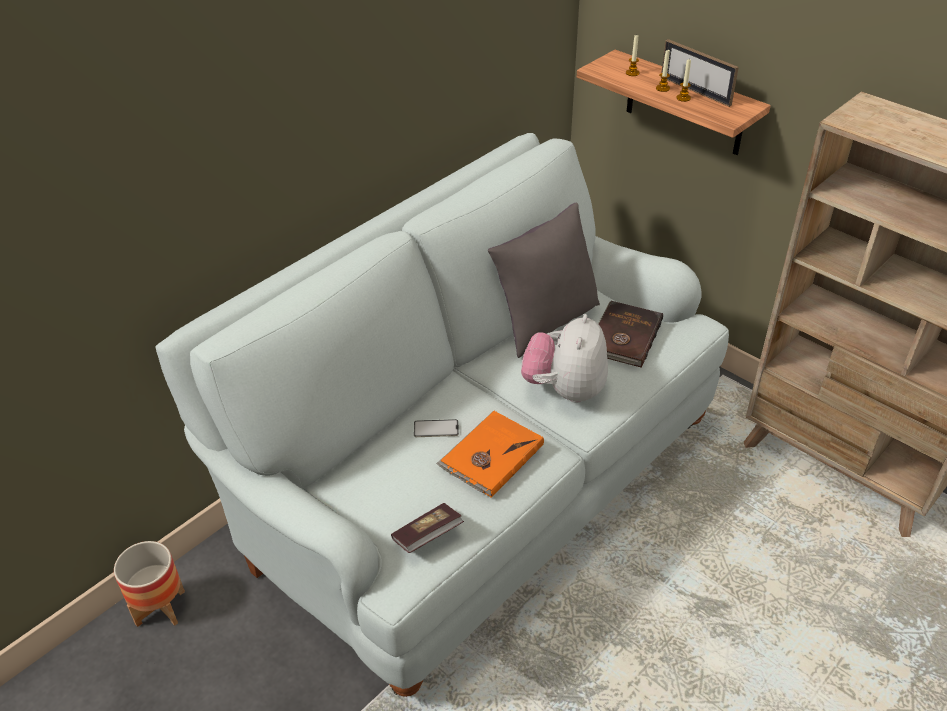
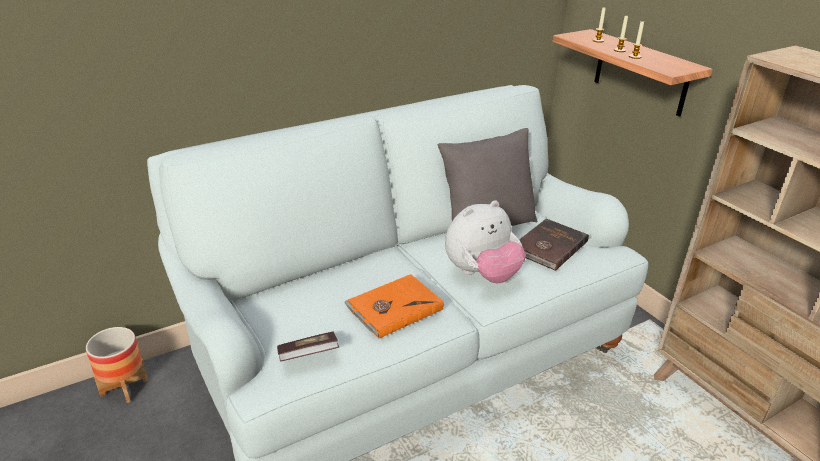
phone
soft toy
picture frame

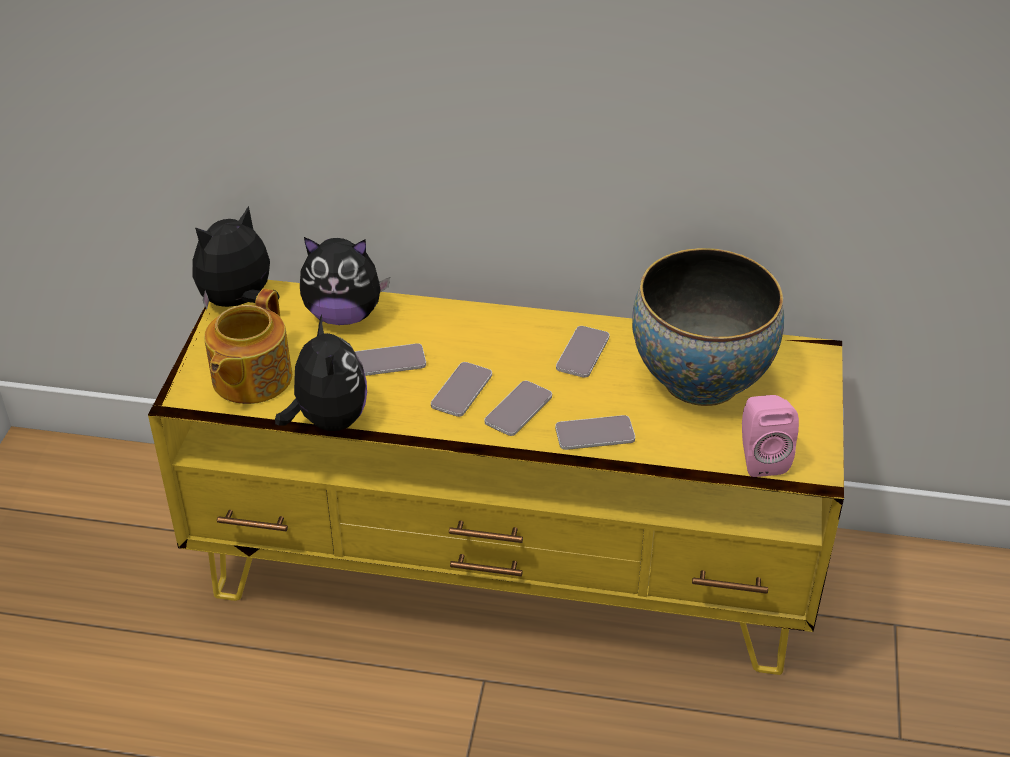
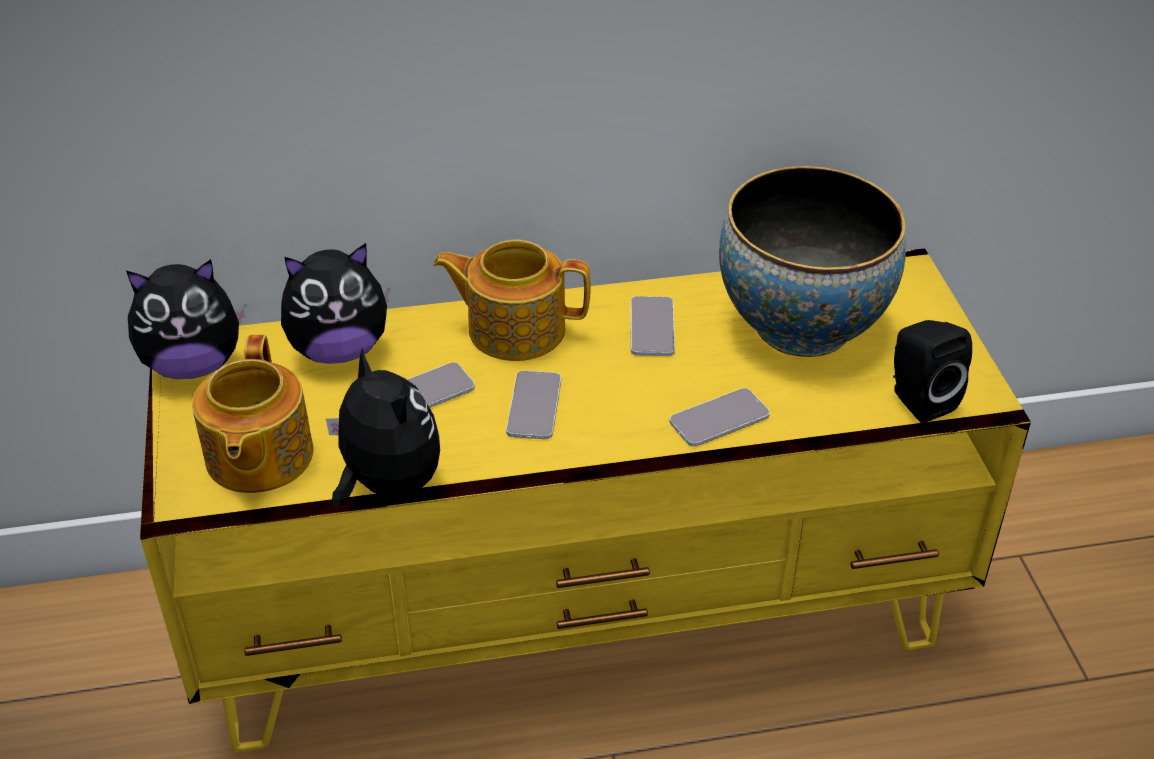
soft toy (1st from left)
phone (3rd from left in the first image)
audio speaker (blackish)
tea pot (2nd from left)

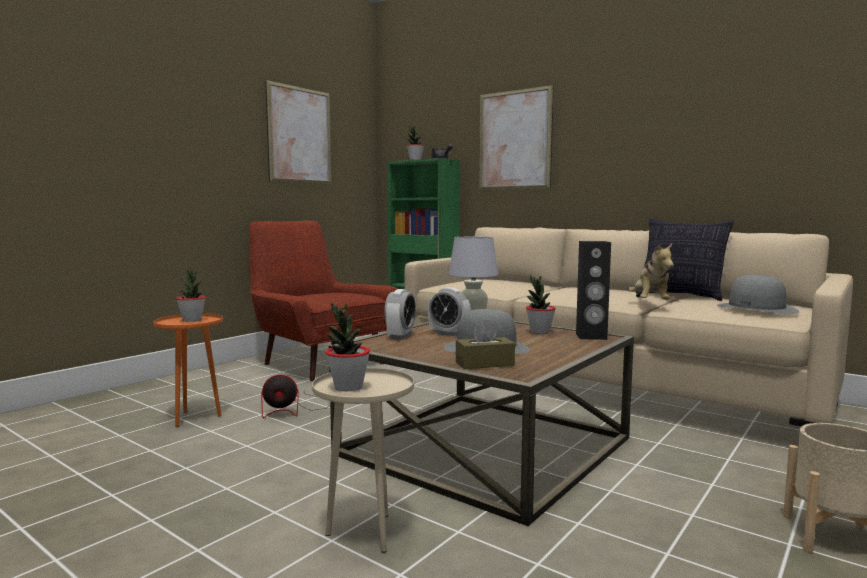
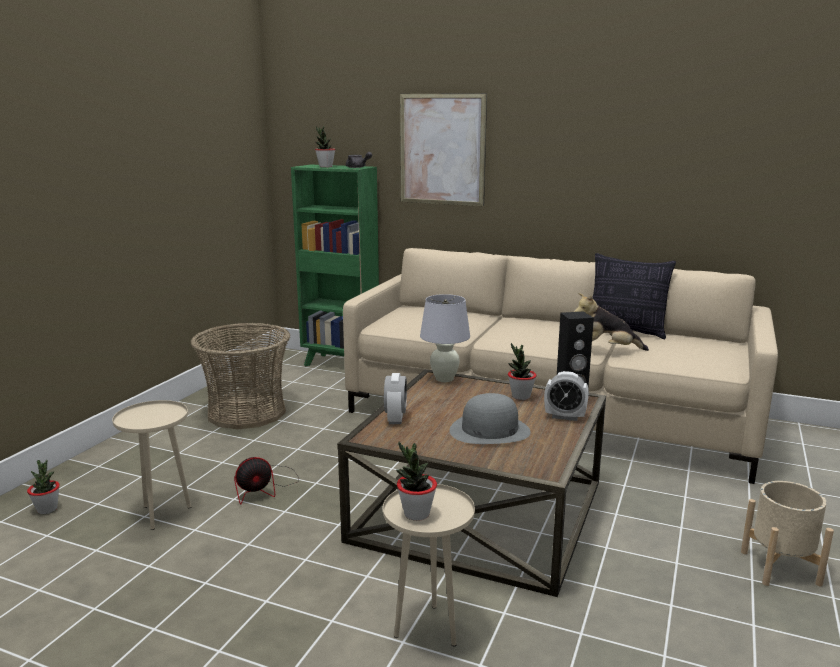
accent table (beige) (1st from left)
houseplant (1st from left)
basket
picture (1st from left in the first image)
alarm clock (2nd from left)
tissue box (brownish)
soft toy
hat (grey) (2nd from left in the first image)

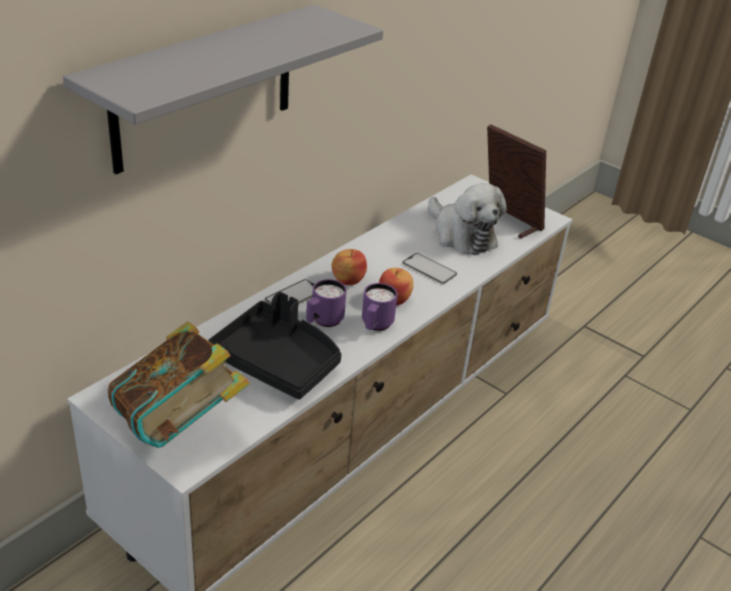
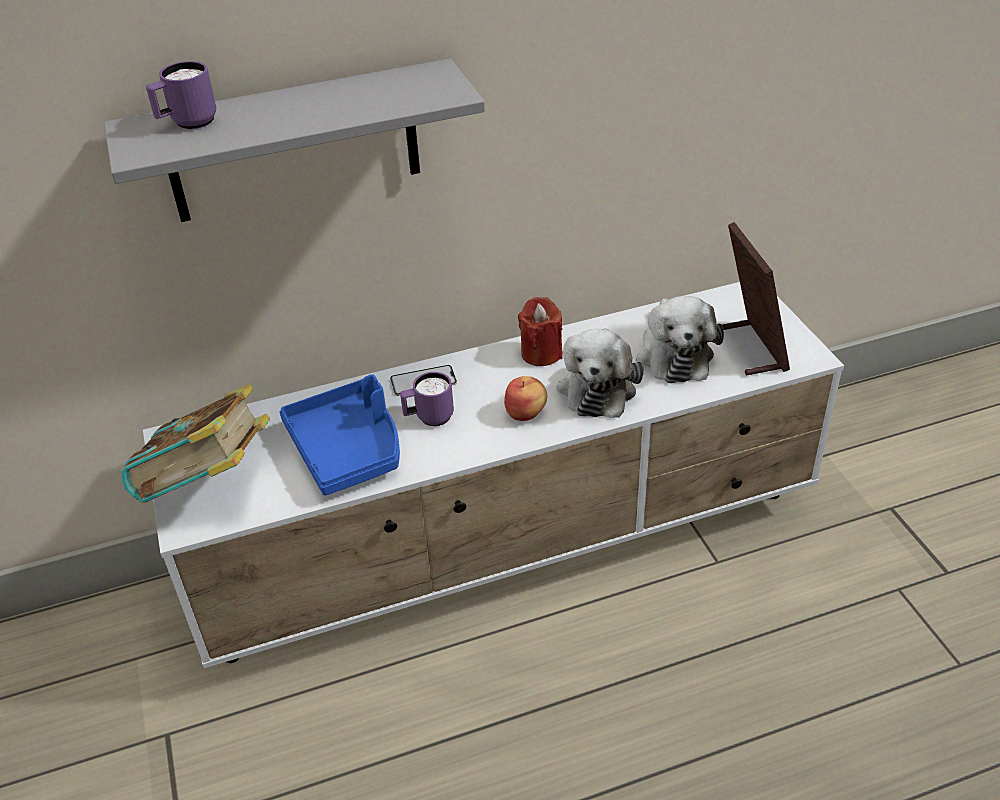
tray (blue-coloured)
apple fruit (1st from left in the first image)
mug (purple-coloured) (1st from left)
soft toy (1st from left)
wax candle (red)

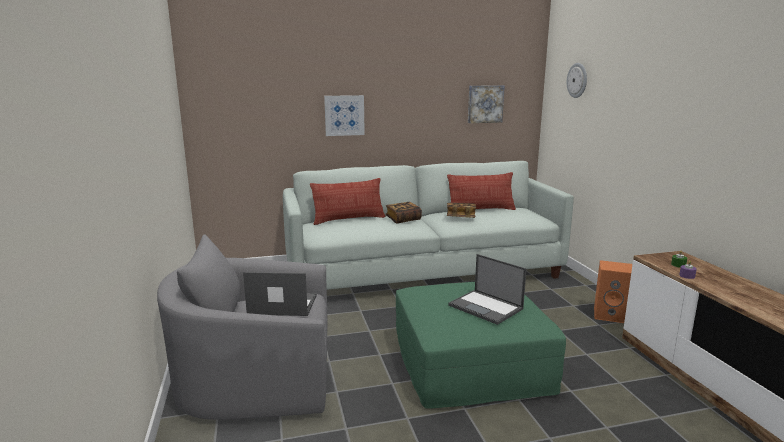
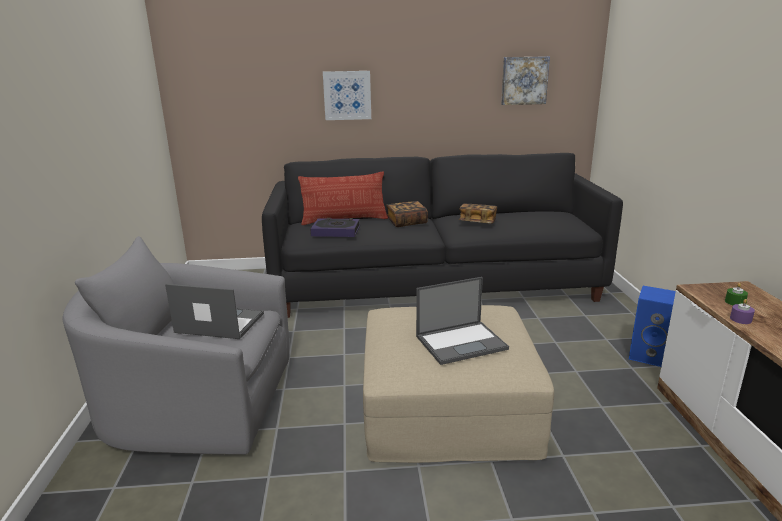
settee (blackish)
pouffe (beige)
cushion (2nd from left in the first image)
portable computer (2nd from left)
wall clock
audio speaker (blue-coloured)
bound book (1st from left)

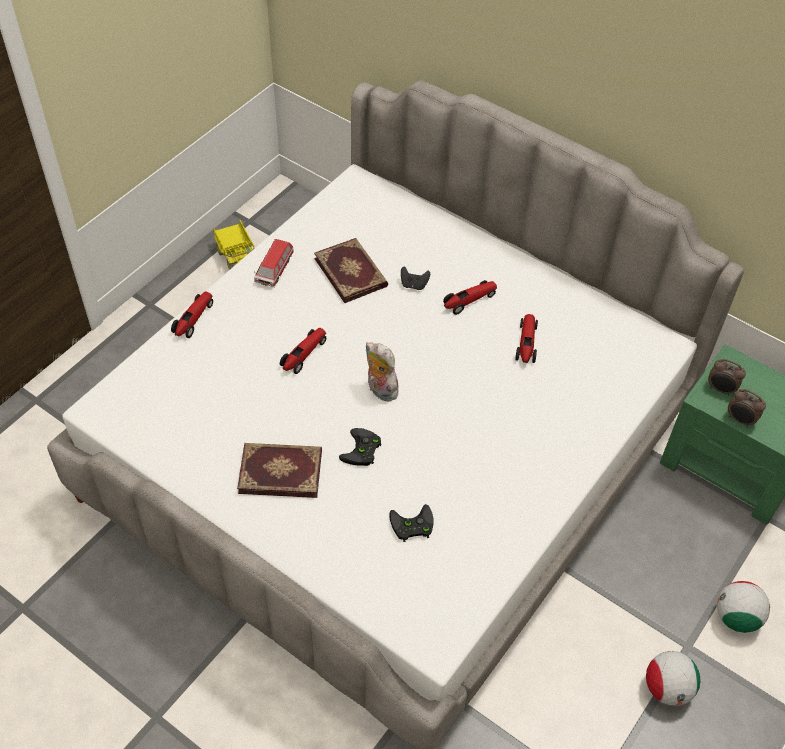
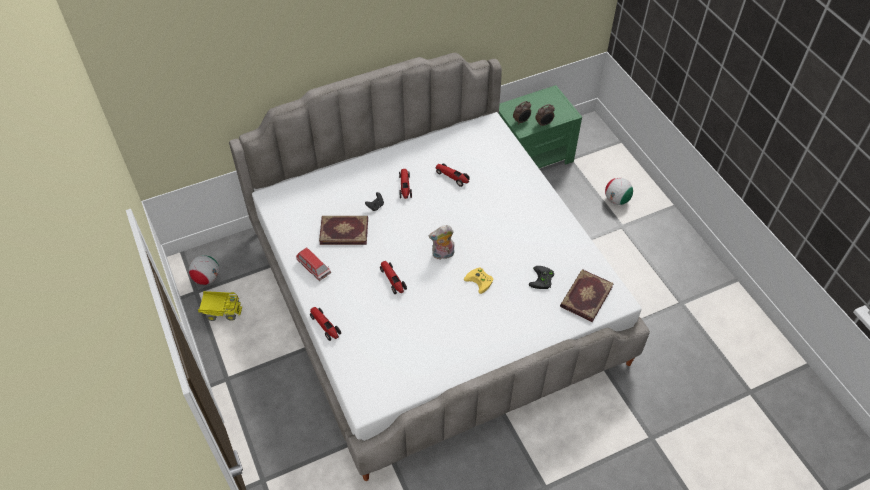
bound book (2nd from left)
joypad (yellowish)
ball for football (1st from left)

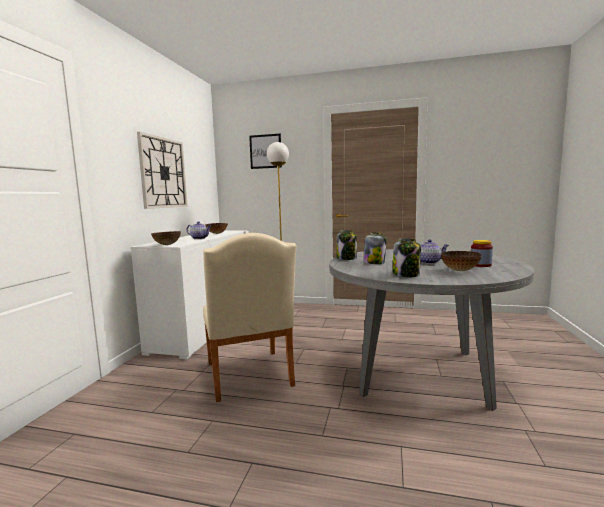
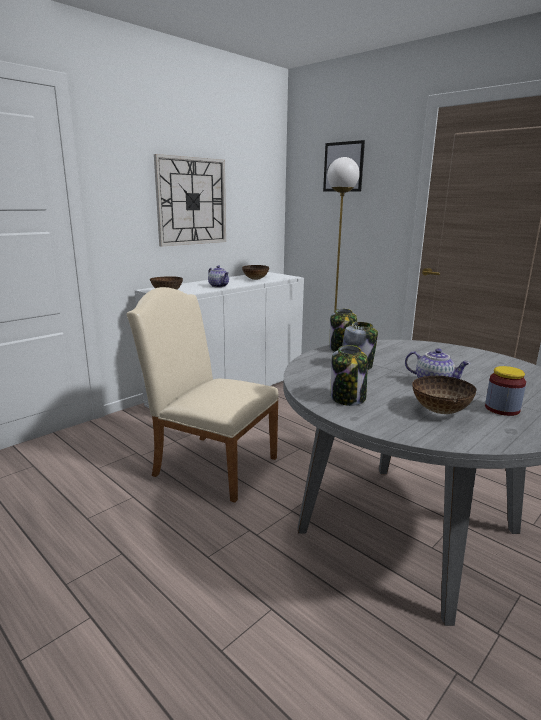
upright chair (beige)

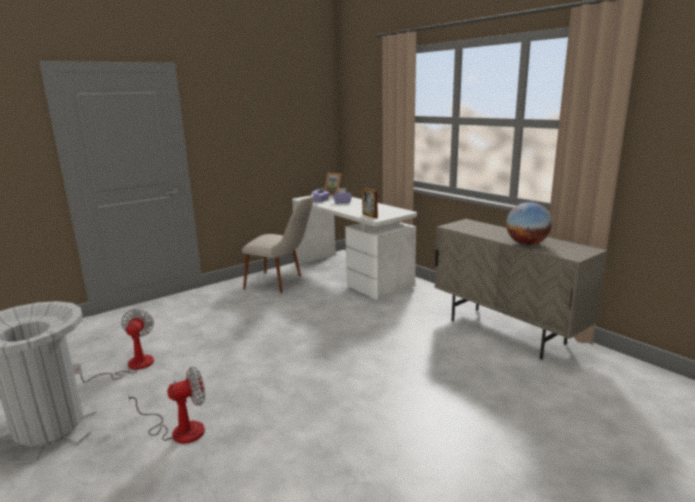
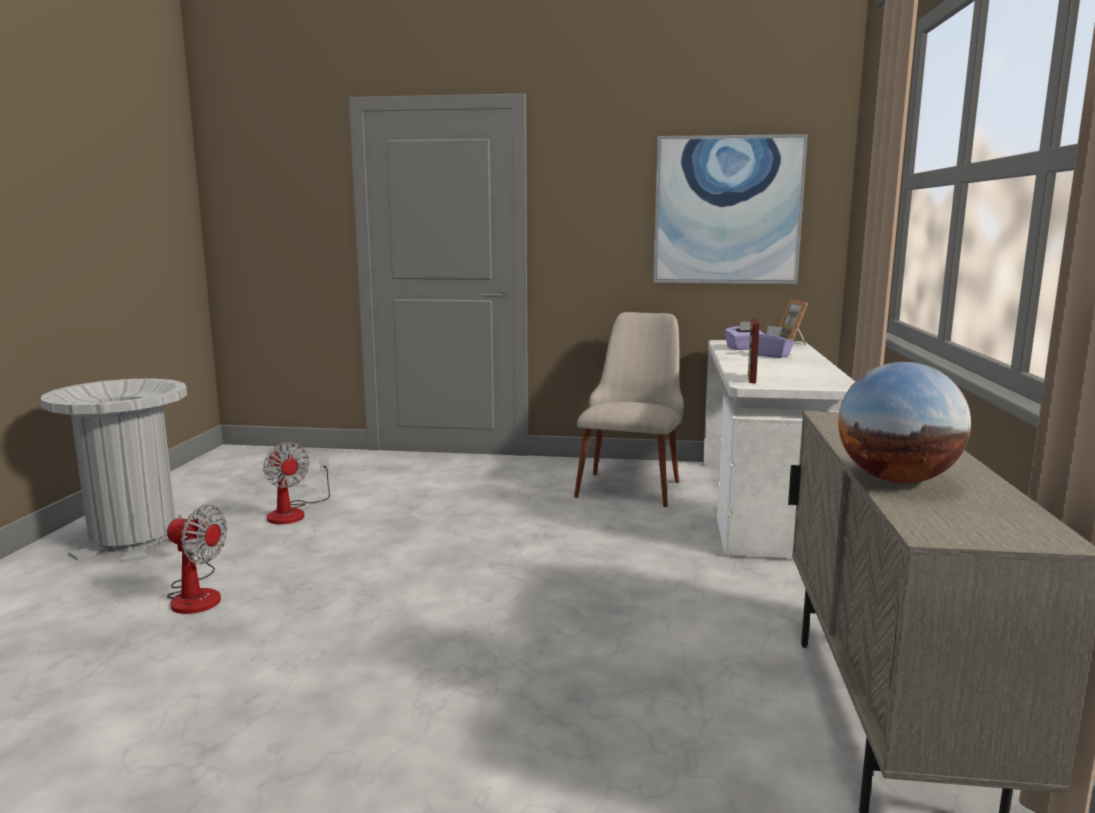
cooling fan (2nd from left)
upright chair (beige)
picture

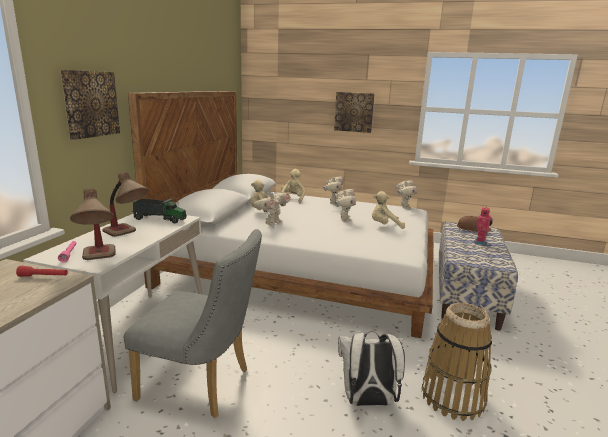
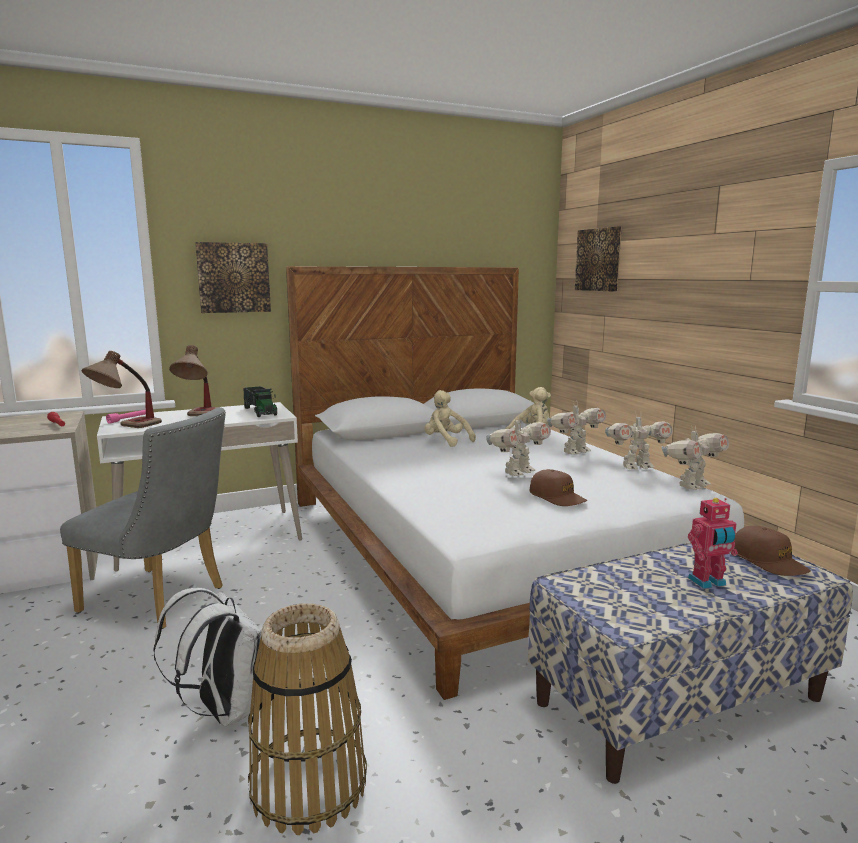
upright chair (grey)
robot figure (3rd from left)
picture (2nd from left)
peaked cap (brownish) (1st from left)

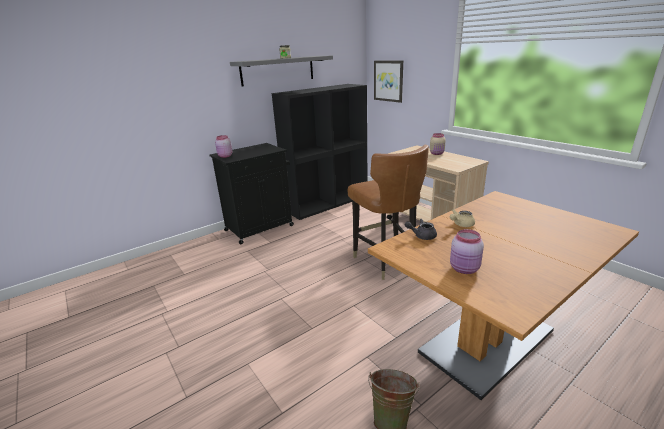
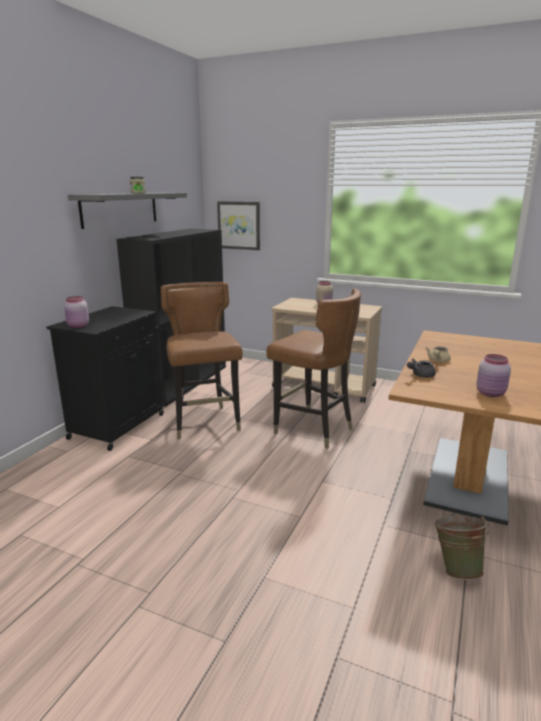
upright chair (brownish) (1st from left)

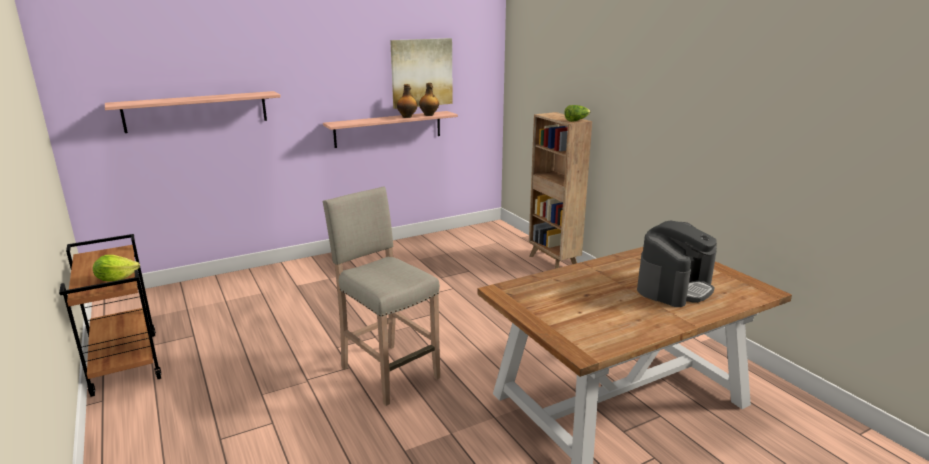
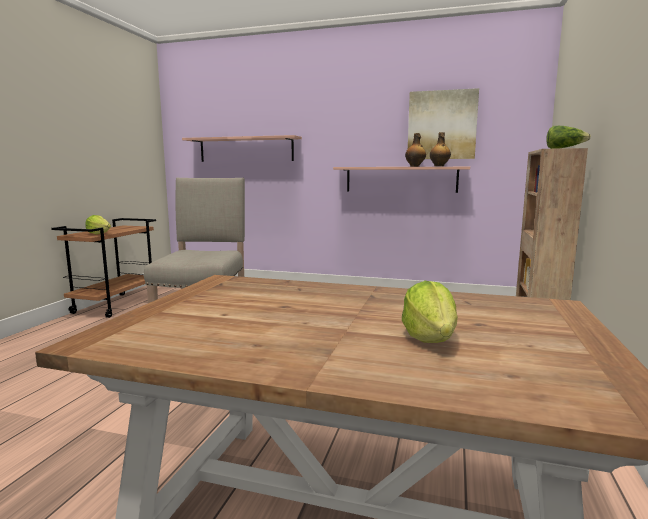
lettuce head (2nd from left)

